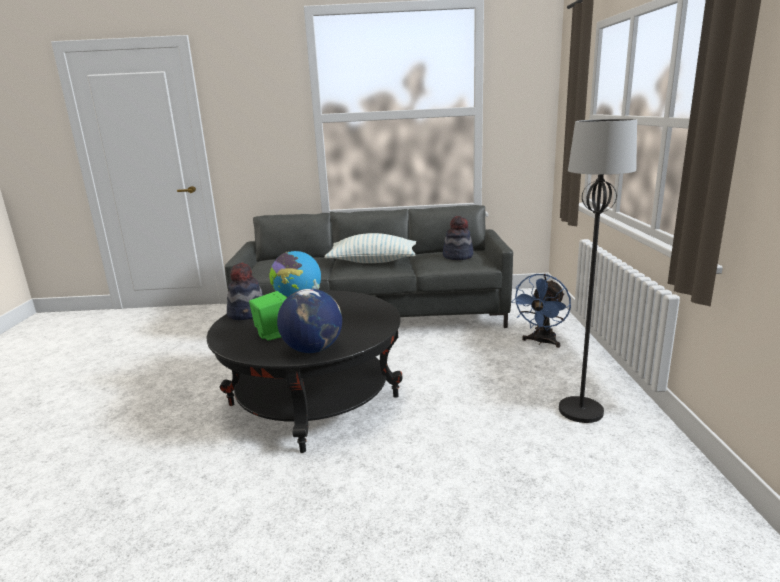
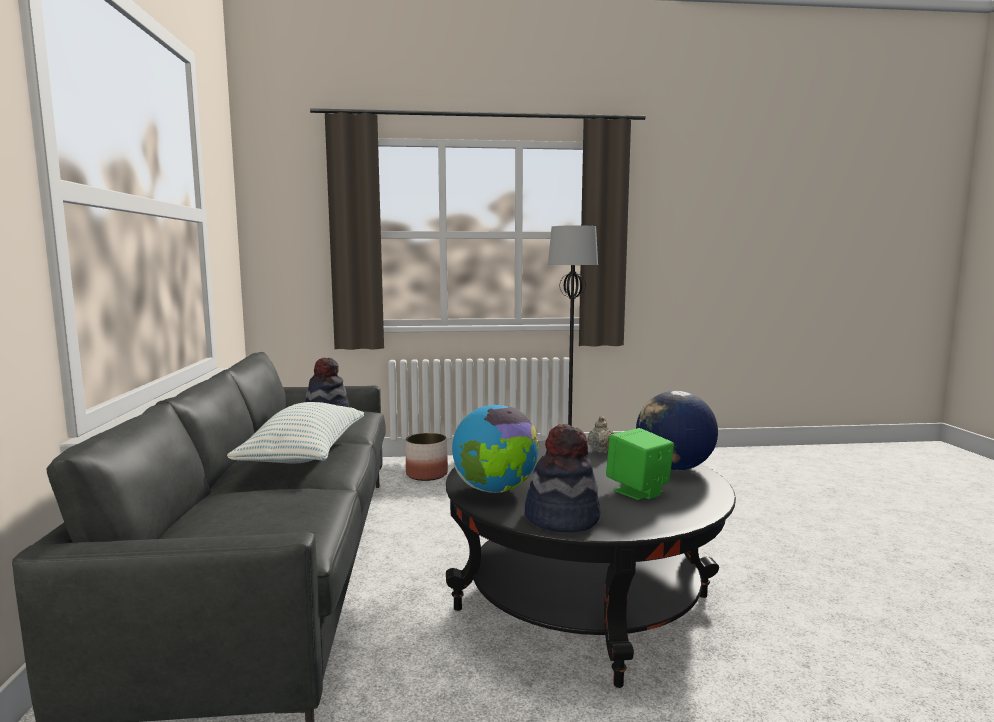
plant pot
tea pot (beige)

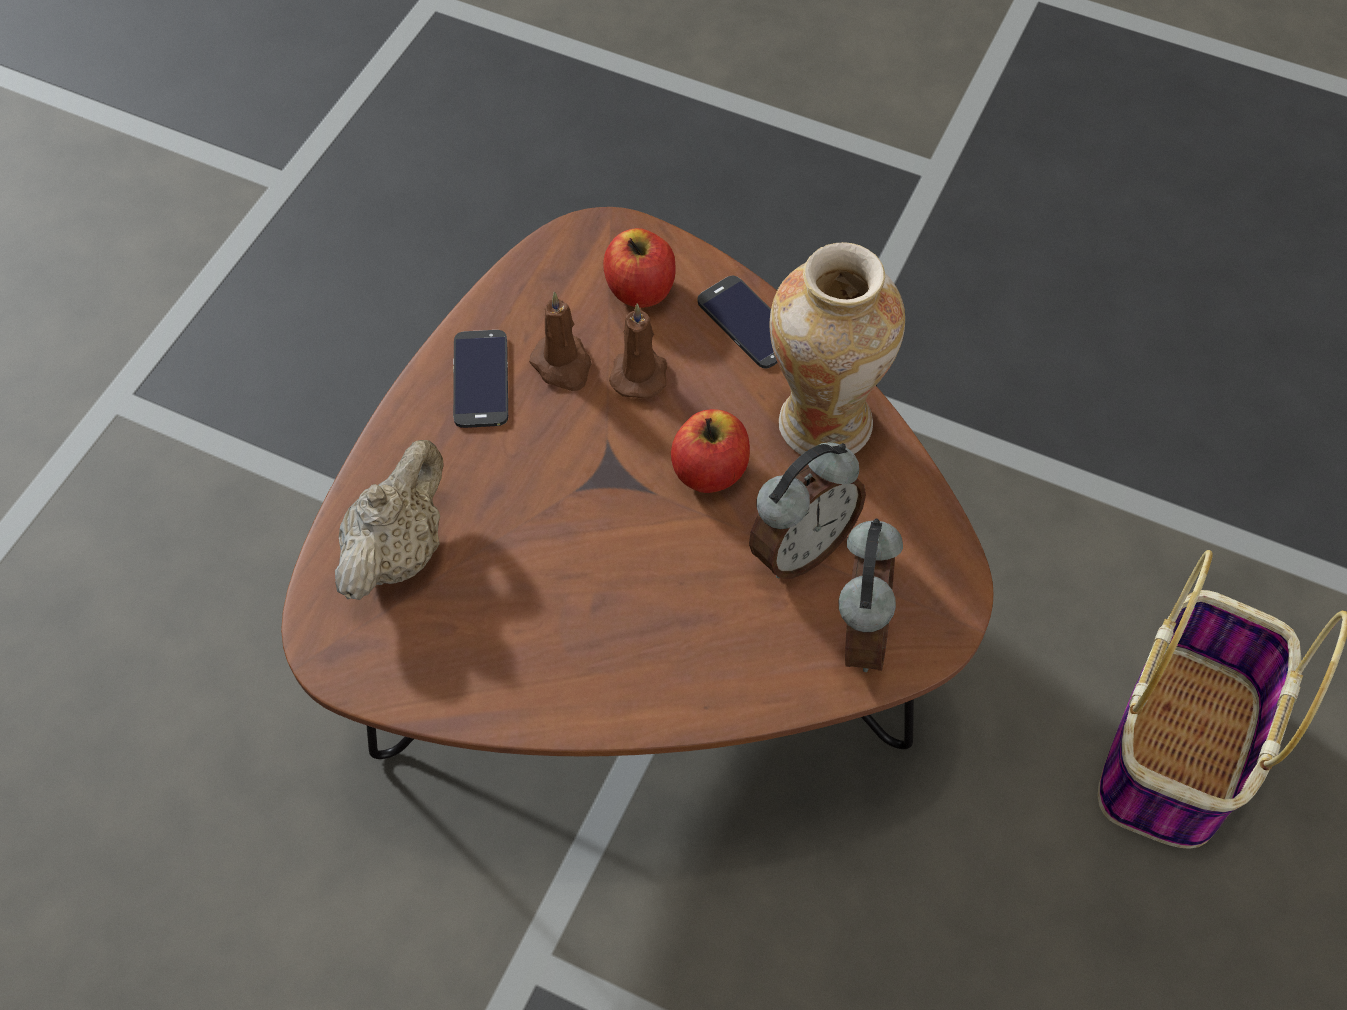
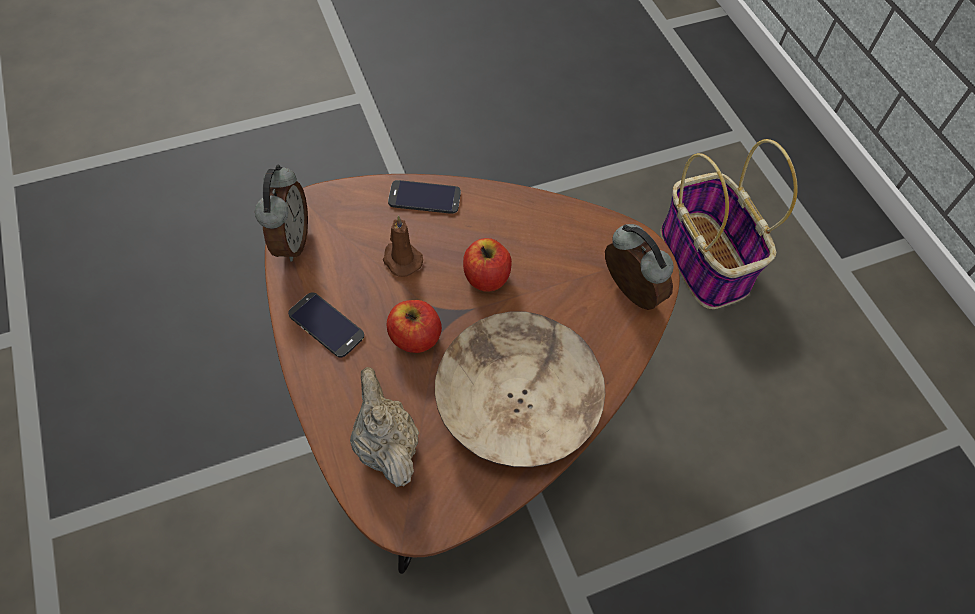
wax candle (brownish) (1st from left in the first image)
apple fruit (1st from left)
alarm clock (1st from left)
decorative vase
bowl (beige)

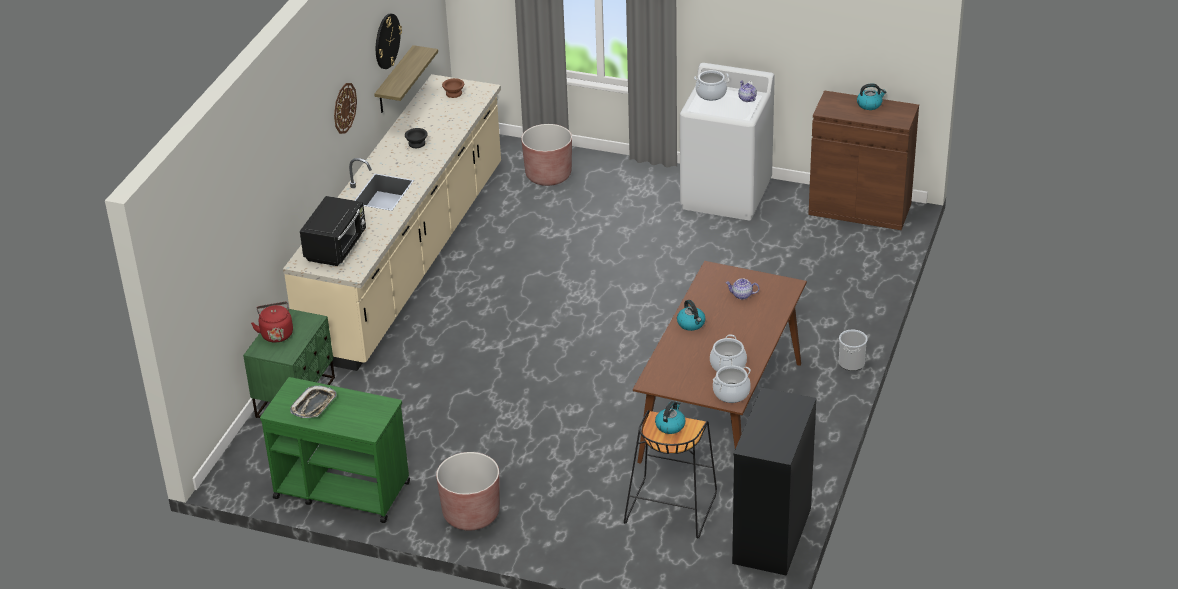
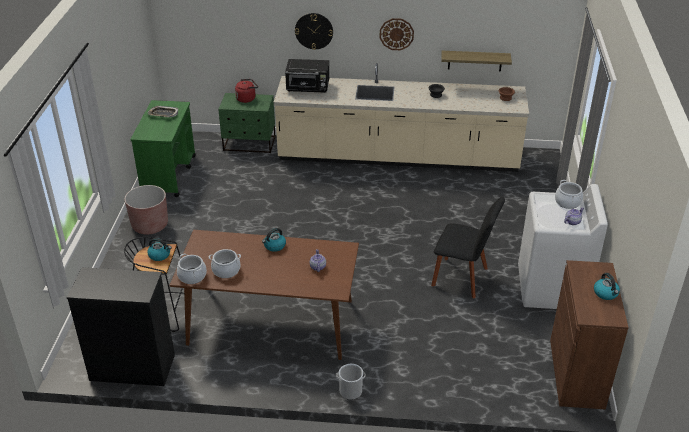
wall clock (1st from left)
plant pot (brownish) (2nd from left in the first image)
upright chair (blackish)

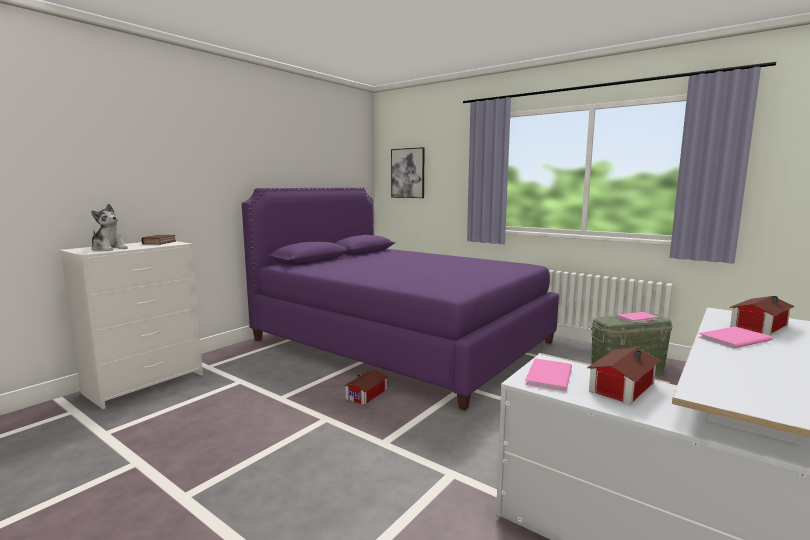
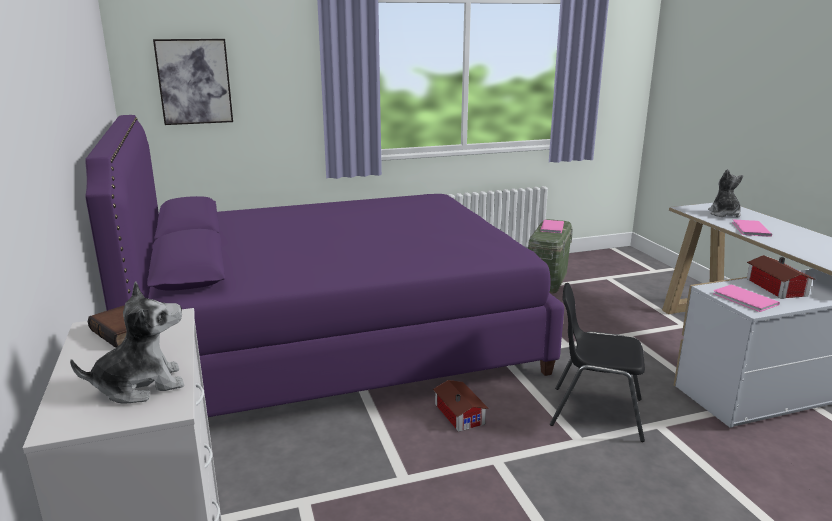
soft toy (2nd from left)
upright chair (blackish)

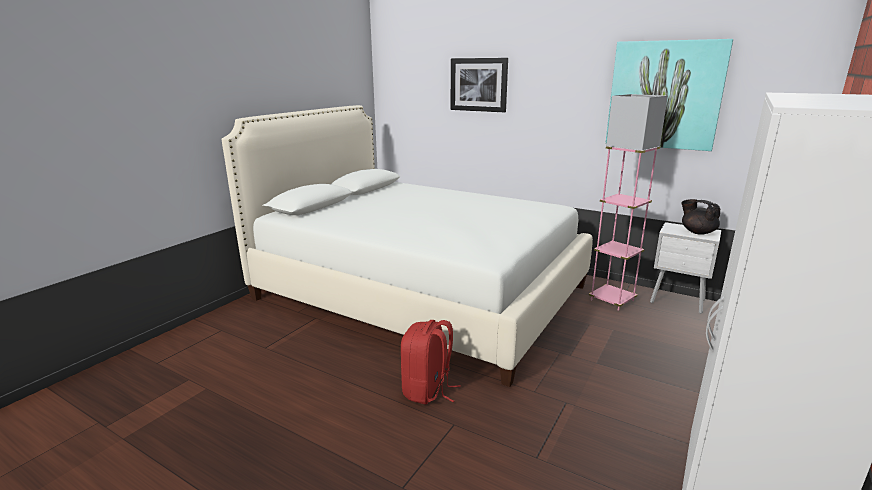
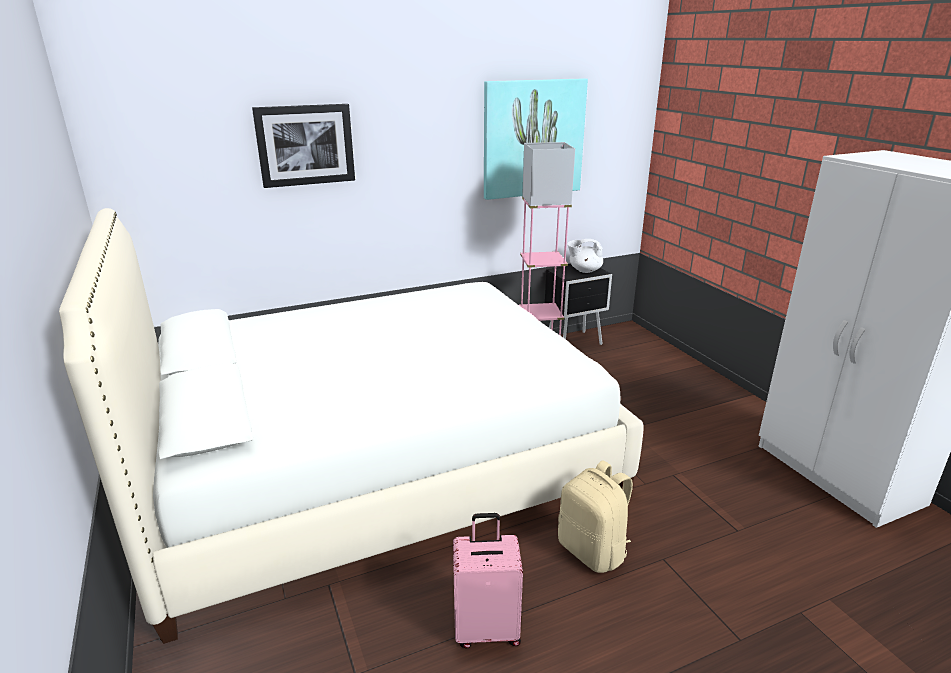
backpack (beige)
bedside table (blackish)
tea pot (whitish)
piece of luggage (pinkish)

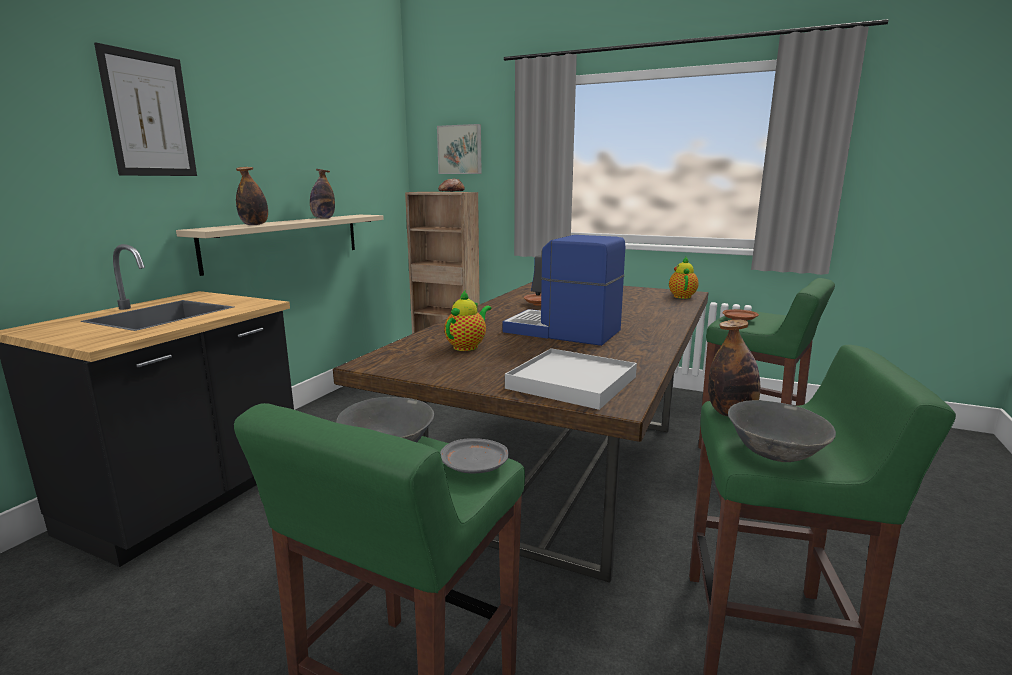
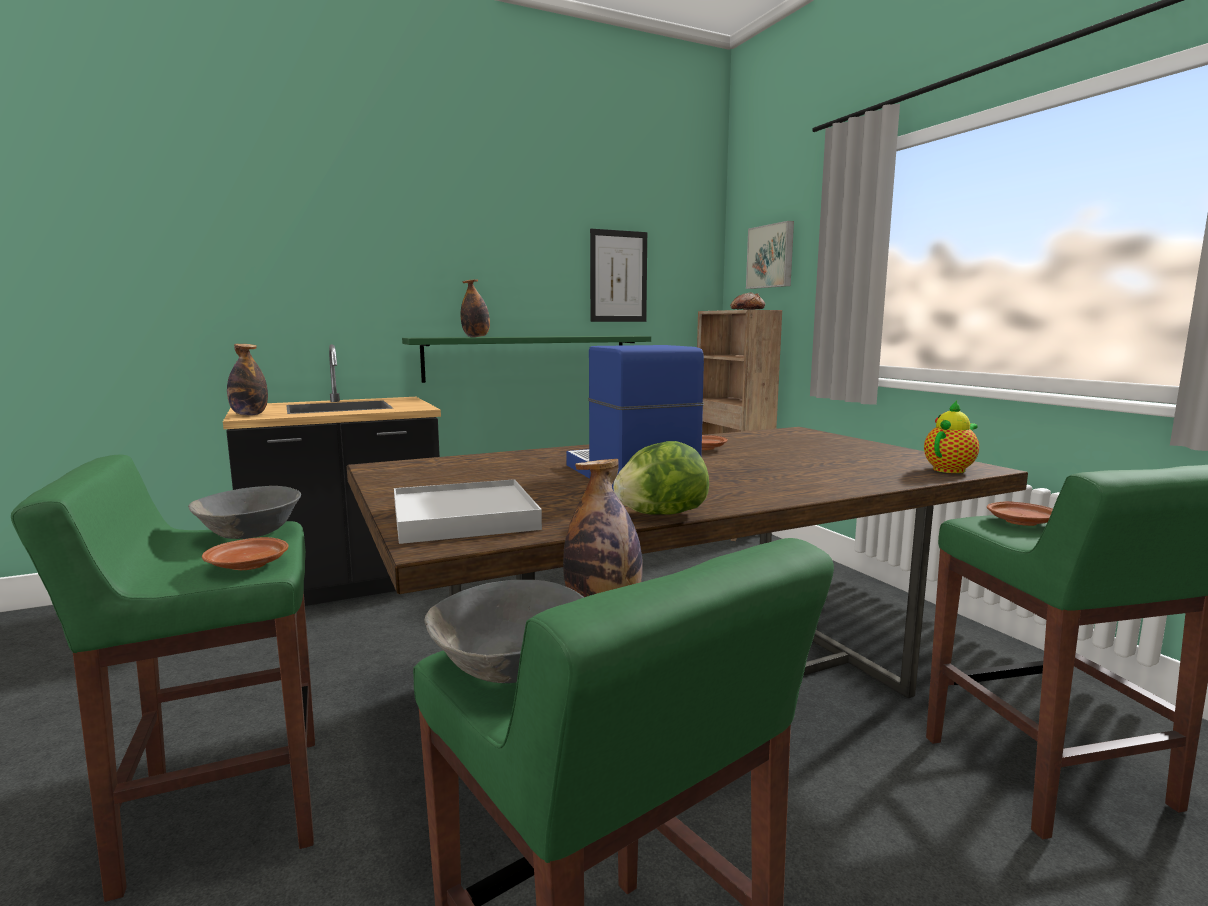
picture (1st from left)
shelf (green-coloured)
drink bottle (1st from left)
flat dish (brownish) (1st from left)
tea pot (1st from left in the first image)
lettuce head

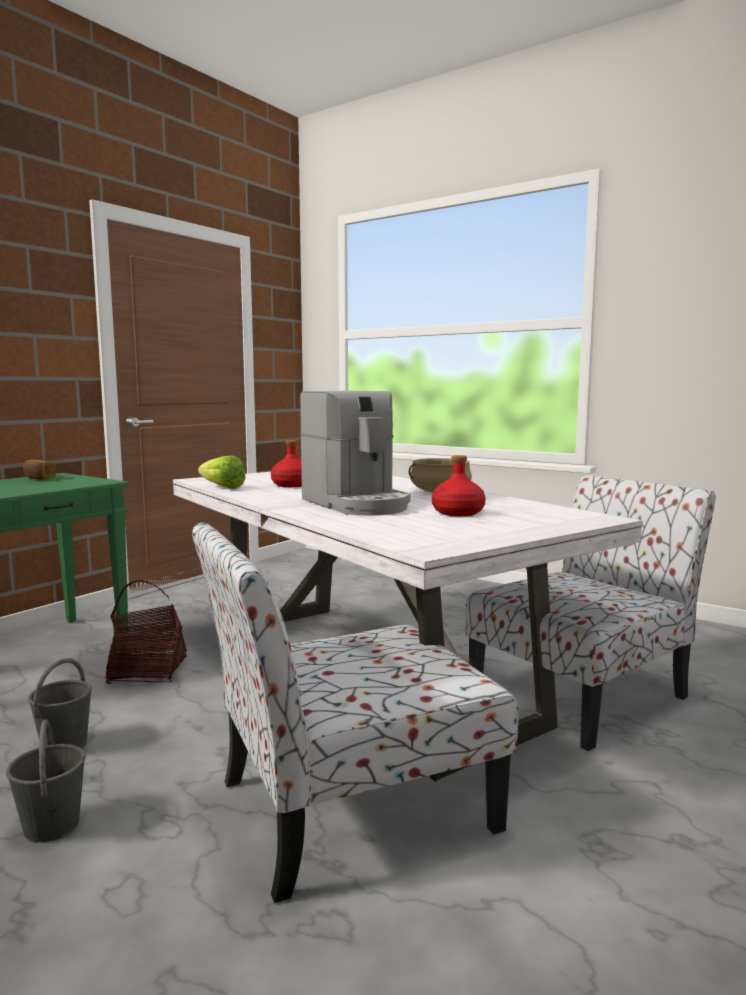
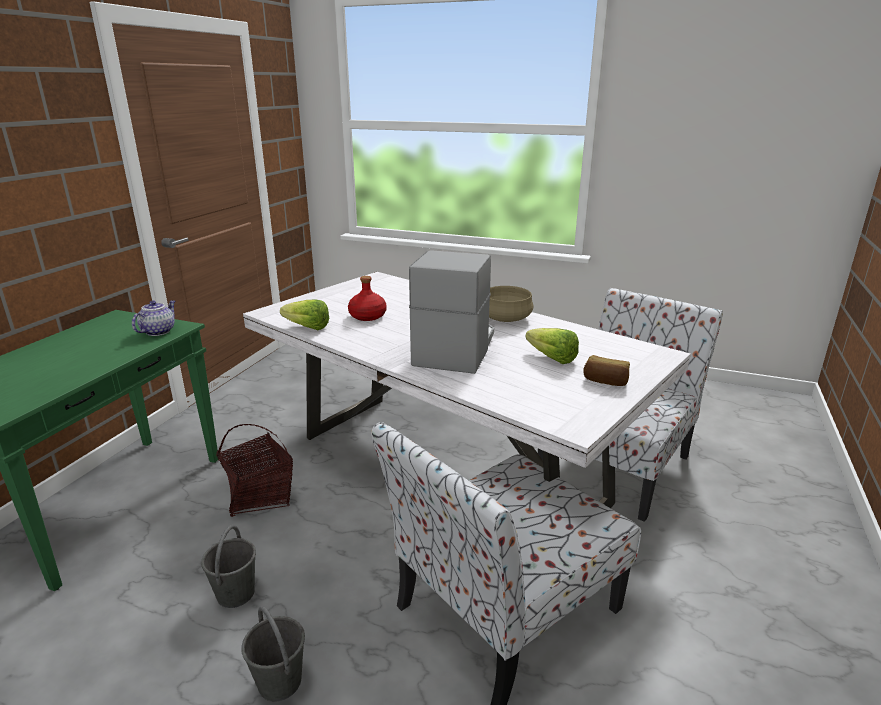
baked bread
coffee machine
lettuce head (2nd from left)
tea pot

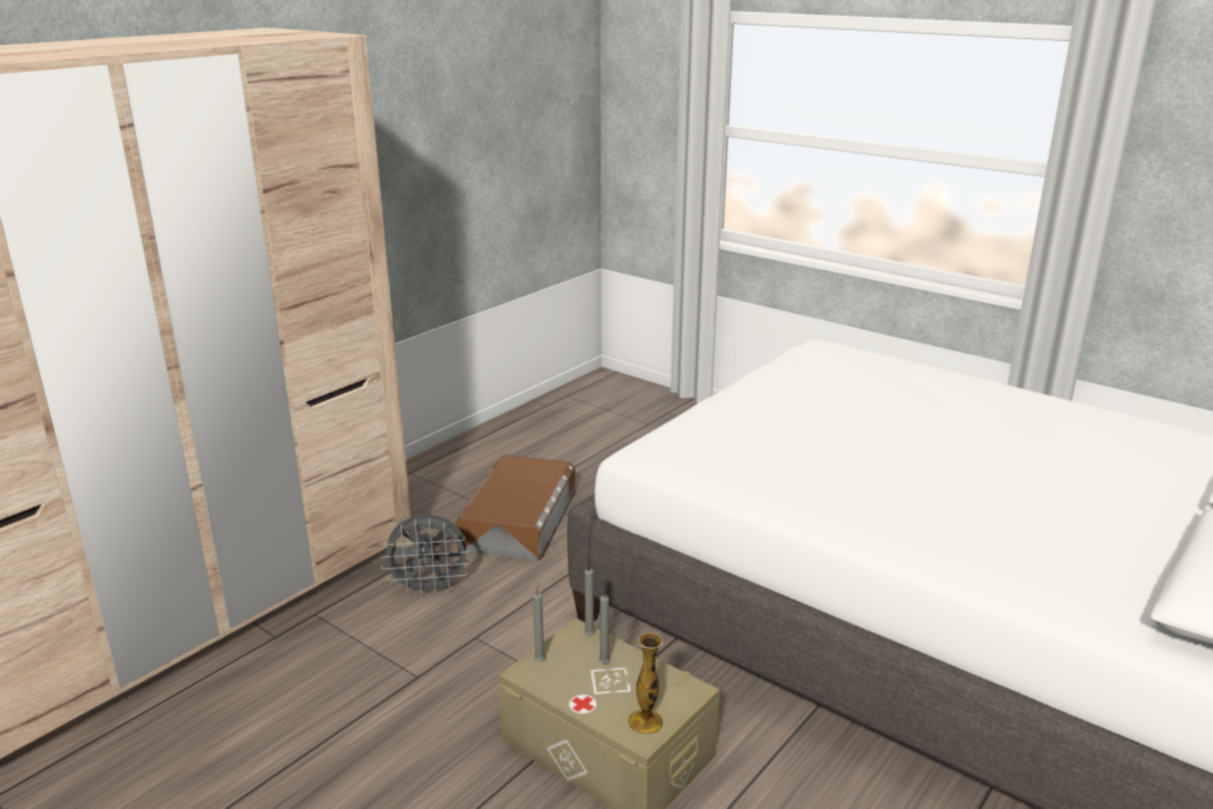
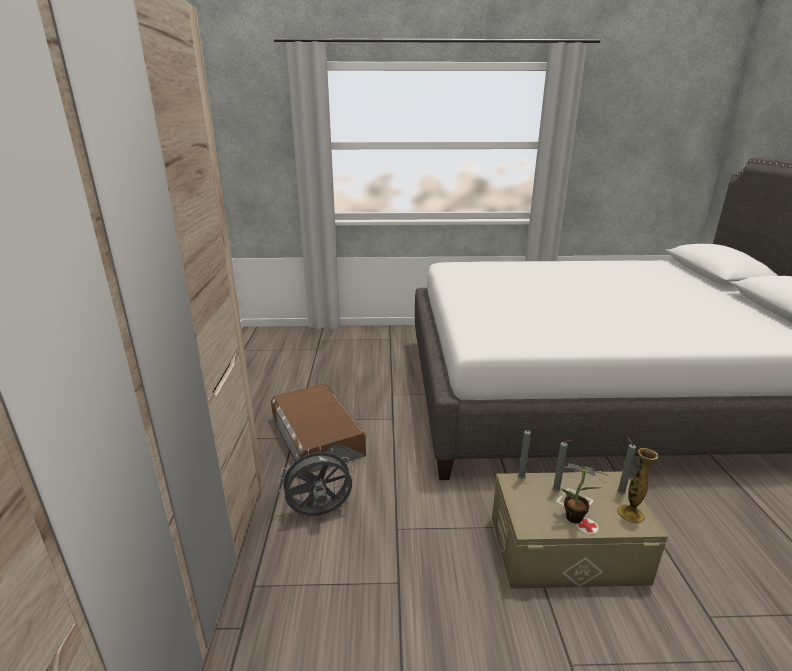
cooling fan (grey)
wax candle (grey) (3rd from left)
houseplant

